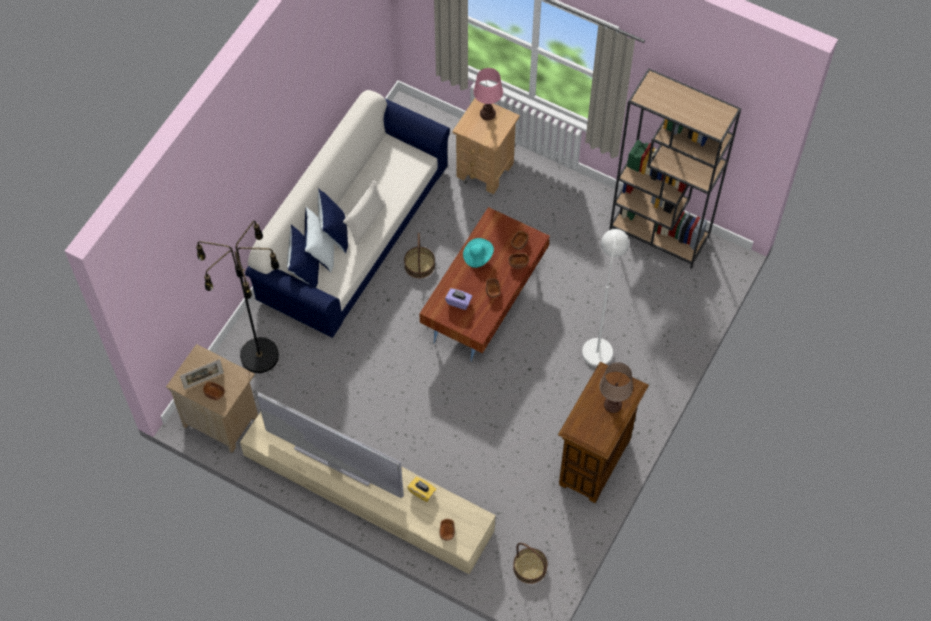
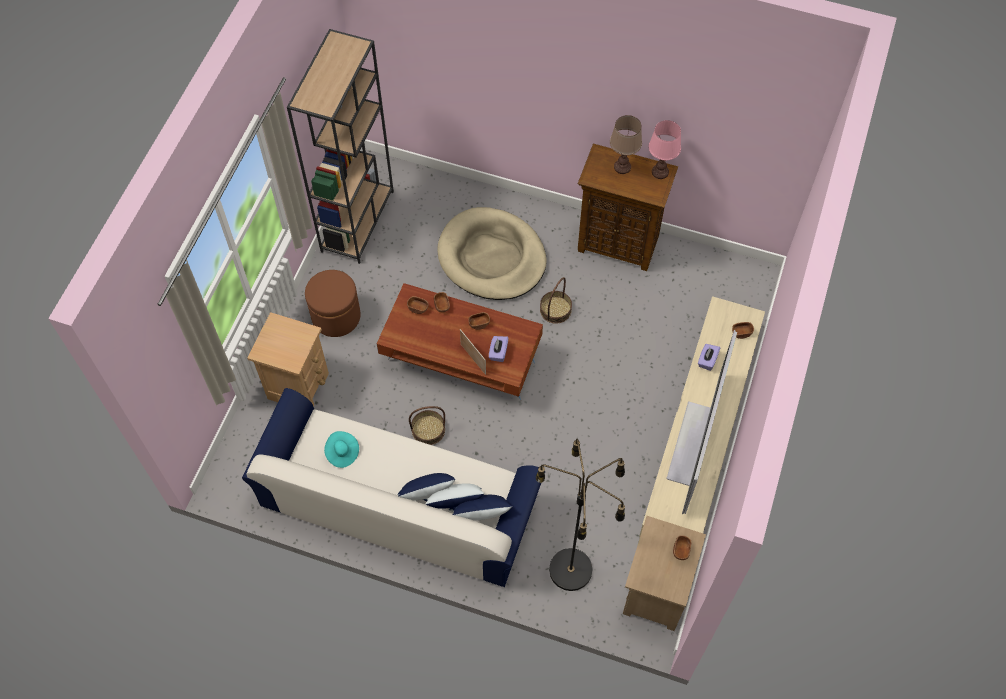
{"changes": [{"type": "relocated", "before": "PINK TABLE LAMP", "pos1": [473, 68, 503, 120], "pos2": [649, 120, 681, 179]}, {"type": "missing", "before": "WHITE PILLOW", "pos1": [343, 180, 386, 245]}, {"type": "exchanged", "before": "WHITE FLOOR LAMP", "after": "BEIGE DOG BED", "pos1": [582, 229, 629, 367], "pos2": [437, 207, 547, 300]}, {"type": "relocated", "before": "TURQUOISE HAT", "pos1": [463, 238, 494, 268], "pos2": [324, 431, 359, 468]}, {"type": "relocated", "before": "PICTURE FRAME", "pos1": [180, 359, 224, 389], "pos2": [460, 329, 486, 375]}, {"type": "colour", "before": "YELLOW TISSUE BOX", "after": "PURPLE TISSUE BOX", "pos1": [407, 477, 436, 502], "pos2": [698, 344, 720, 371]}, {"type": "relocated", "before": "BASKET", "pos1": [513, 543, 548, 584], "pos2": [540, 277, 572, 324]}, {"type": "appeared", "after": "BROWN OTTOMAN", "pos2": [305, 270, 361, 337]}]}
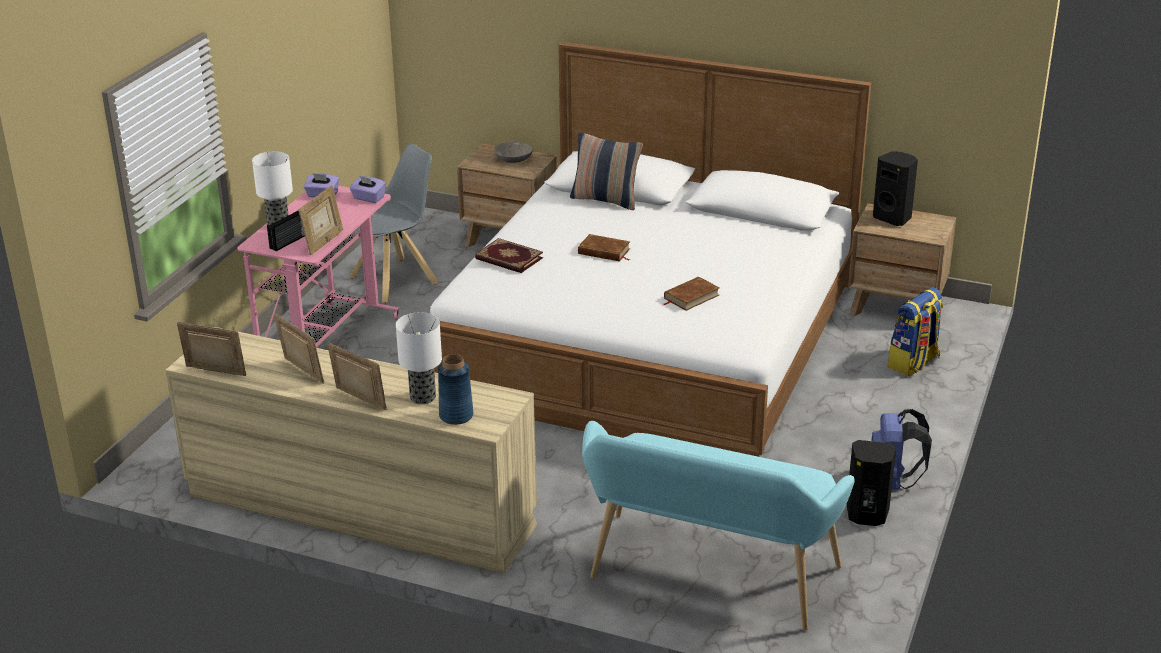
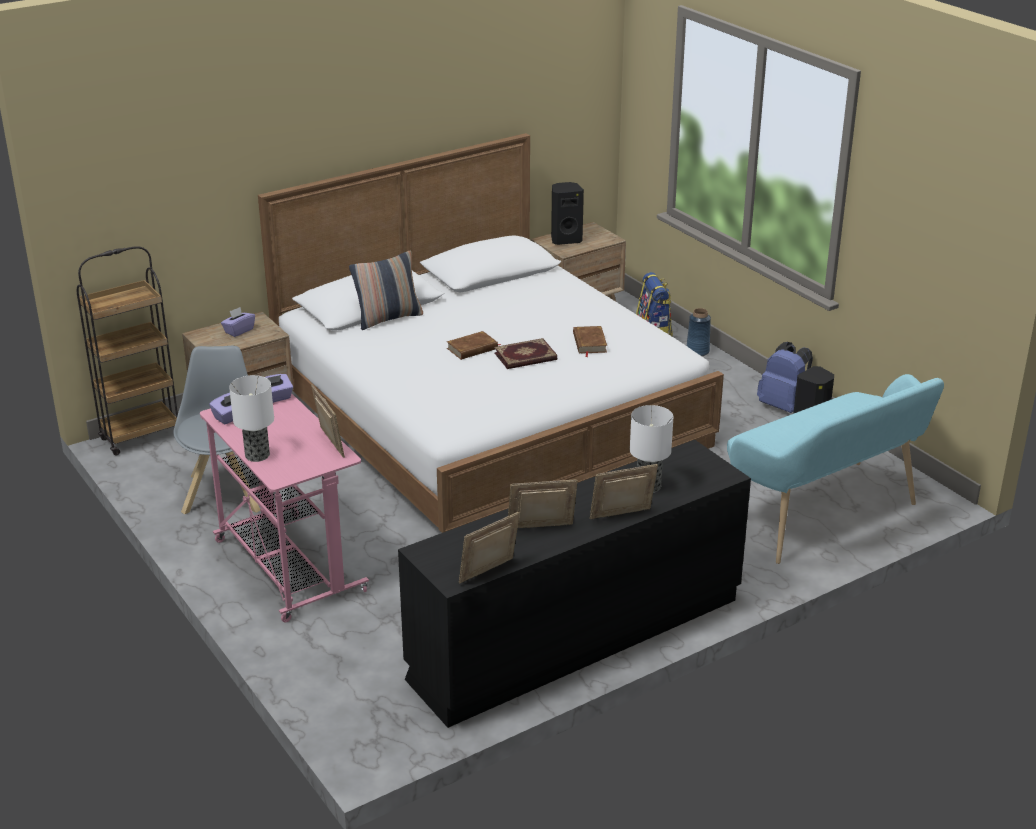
{"changes": [{"type": "exchanged", "before": "GREY BOWL", "after": "PURPLE TISSUE BOX", "pos1": [494, 142, 533, 163], "pos2": [221, 307, 255, 337]}, {"type": "missing", "before": "RADIO", "pos1": [267, 208, 305, 251]}, {"type": "relocated", "before": "BOOK", "pos1": [475, 238, 543, 273], "pos2": [494, 338, 557, 369]}, {"type": "colour", "before": "BEIGE DRESSER", "after": "BLACK DRESSER", "pos1": [165, 327, 537, 574], "pos2": [398, 440, 751, 728]}, {"type": "relocated", "before": "BLUE VASE", "pos1": [438, 354, 473, 425], "pos2": [687, 308, 711, 356]}, {"type": "appeared", "after": "BROWN CART", "pos2": [77, 246, 178, 456]}]}
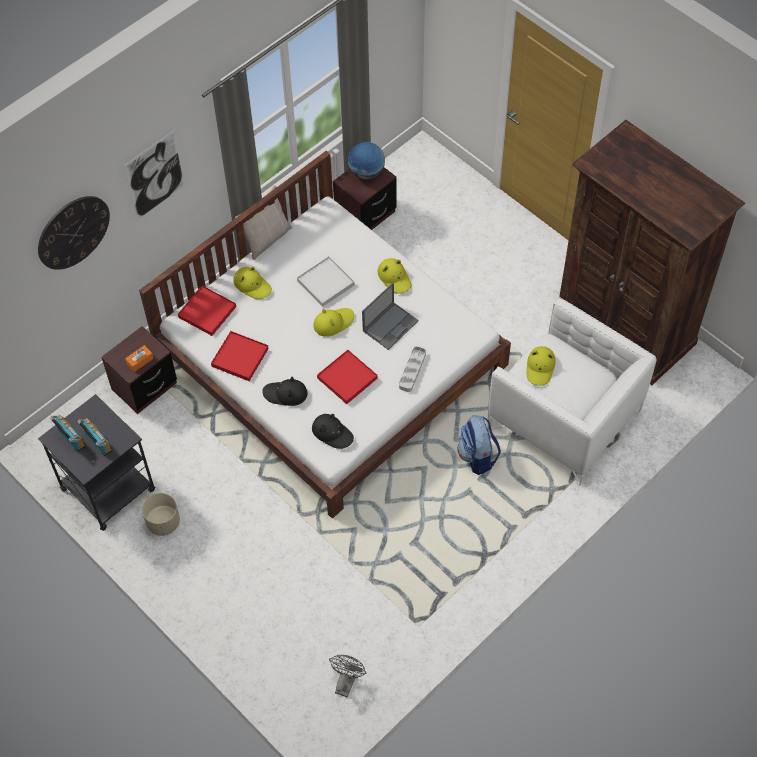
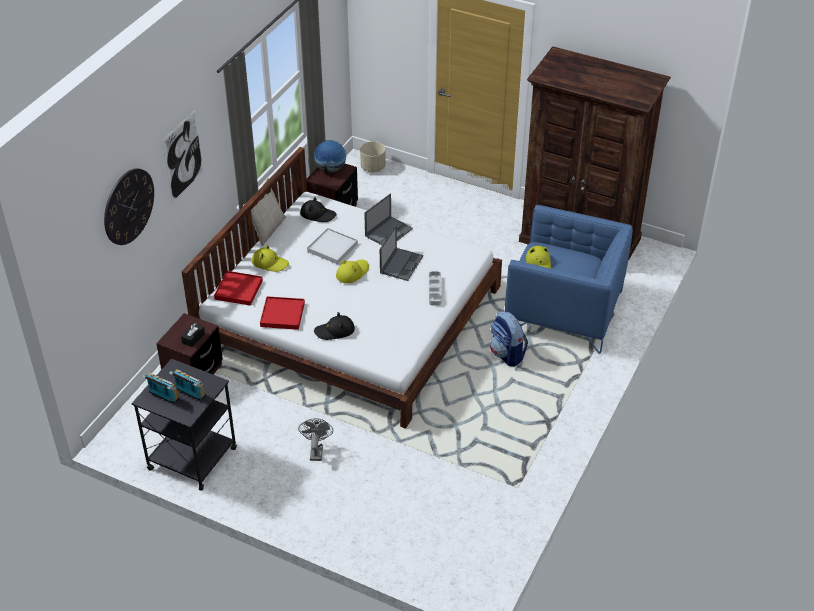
{"changes": [{"type": "exchanged", "before": "YELLOW HAT", "after": "LAPTOP", "pos1": [378, 258, 411, 294], "pos2": [364, 194, 413, 245]}, {"type": "colour", "before": "WHITE ARMCHAIR", "after": "BLUE ARMCHAIR", "pos1": [488, 298, 656, 485], "pos2": [505, 205, 633, 354]}, {"type": "colour", "before": "ORANGE TISSUE BOX", "after": "BLACK TISSUE BOX", "pos1": [125, 345, 154, 372], "pos2": [181, 323, 205, 347]}, {"type": "missing", "before": "RED TRAY", "pos1": [317, 350, 378, 404]}, {"type": "relocated", "before": "BLACK HAT", "pos1": [312, 414, 354, 449], "pos2": [300, 197, 336, 222]}, {"type": "relocated", "before": "BEIGE PLANTER", "pos1": [142, 493, 180, 536], "pos2": [360, 141, 386, 172]}, {"type": "relocated", "before": "GREY FAN", "pos1": [329, 655, 366, 697], "pos2": [299, 418, 333, 461]}]}
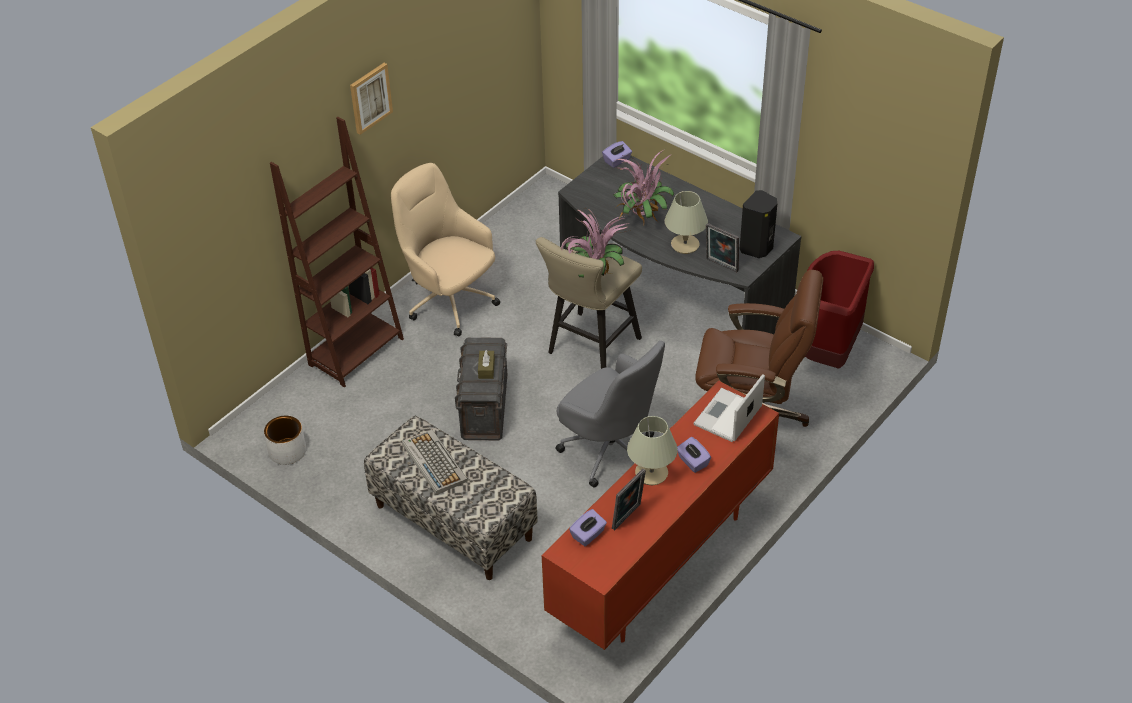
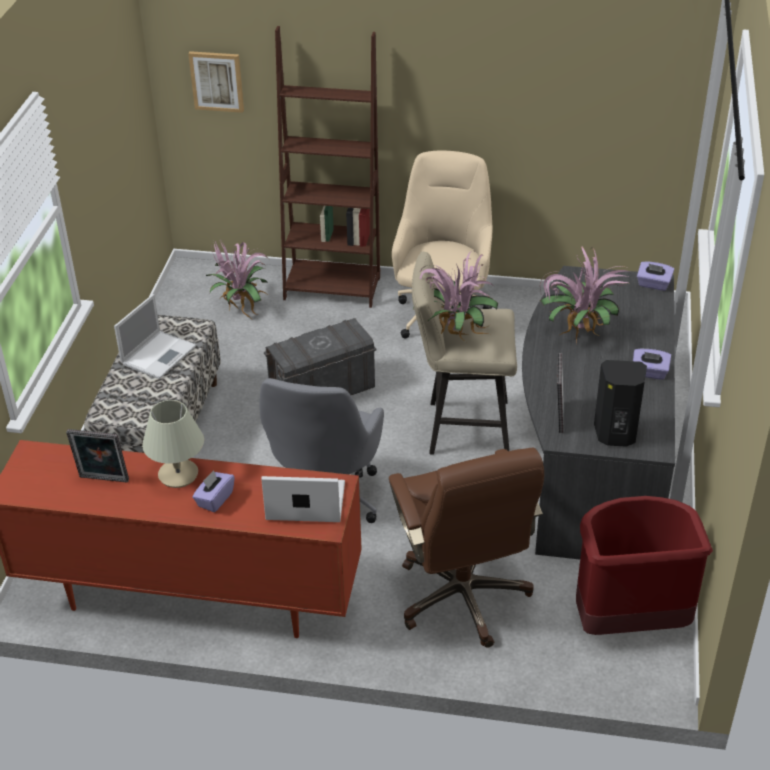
{"changes": [{"type": "relocated", "before": "PICTURE", "pos1": [350, 63, 393, 135], "pos2": [188, 51, 244, 113]}, {"type": "missing", "before": "BEIGE TABLE LAMP", "pos1": [665, 191, 708, 254]}, {"type": "missing", "before": "BROWN TISSUE BOX", "pos1": [478, 350, 495, 379]}, {"type": "missing", "before": "WHITE PLANTER", "pos1": [264, 416, 306, 465]}, {"type": "exchanged", "before": "KEYBOARD", "after": "LAPTOP", "pos1": [402, 430, 468, 495], "pos2": [114, 294, 196, 379]}, {"type": "relocated", "before": "PURPLE TISSUE BOX", "pos1": [569, 509, 607, 546], "pos2": [633, 349, 671, 380]}, {"type": "appeared", "after": "POTTED PLANT", "pos2": [206, 241, 269, 322]}]}
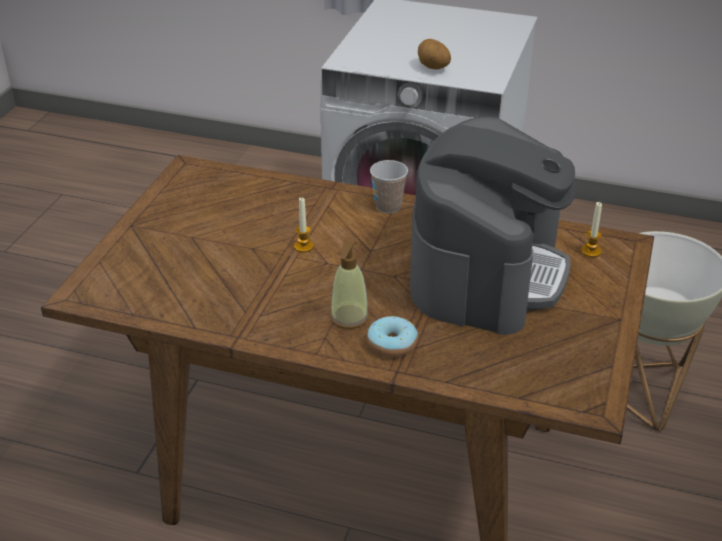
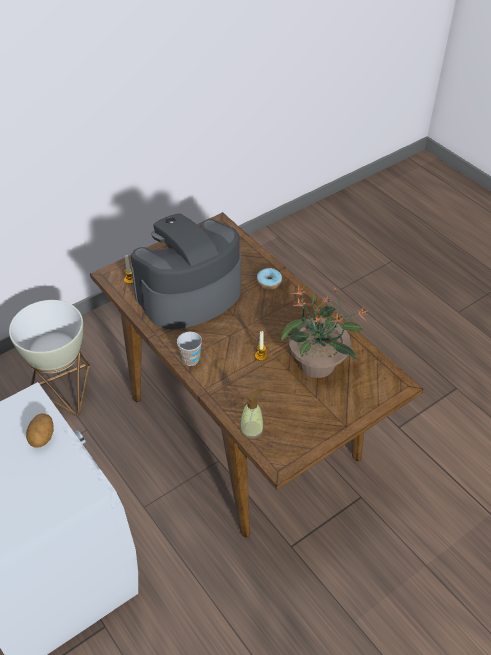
{"changes": [{"type": "relocated", "before": "SOAP DISPENSER", "pos1": [330, 240, 369, 329], "pos2": [240, 389, 264, 439]}, {"type": "appeared", "after": "POTTED PLANT", "pos2": [281, 287, 367, 378]}]}
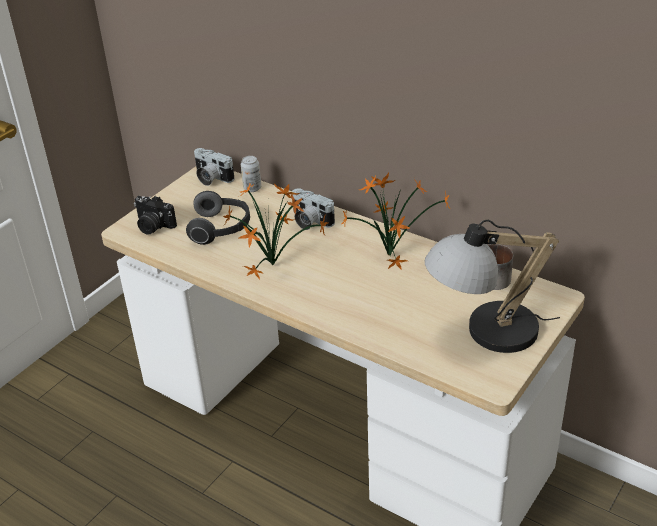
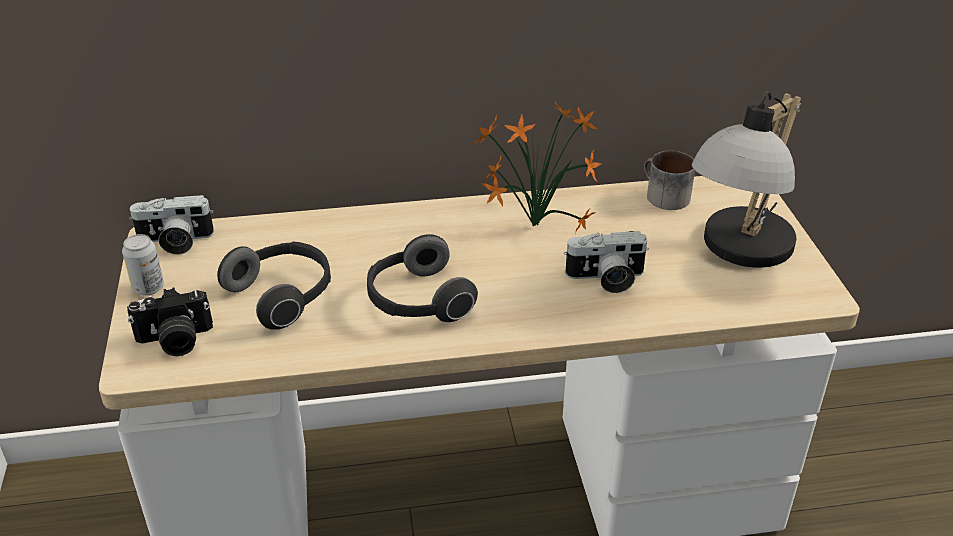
{"changes": [{"type": "relocated", "before": "CAN", "pos1": [241, 156, 261, 192], "pos2": [122, 234, 164, 296]}, {"type": "exchanged", "before": "POTTED PLANT", "after": "HEADPHONES", "pos1": [223, 183, 328, 280], "pos2": [367, 234, 478, 322]}, {"type": "relocated", "before": "PHOTO CAMERA", "pos1": [292, 188, 335, 230], "pos2": [564, 231, 649, 293]}]}
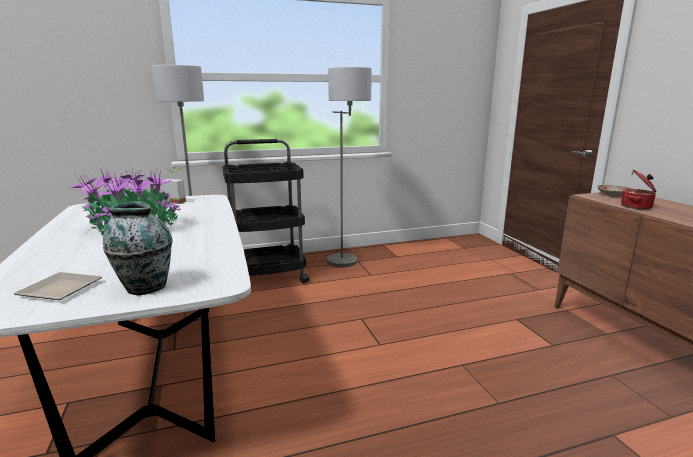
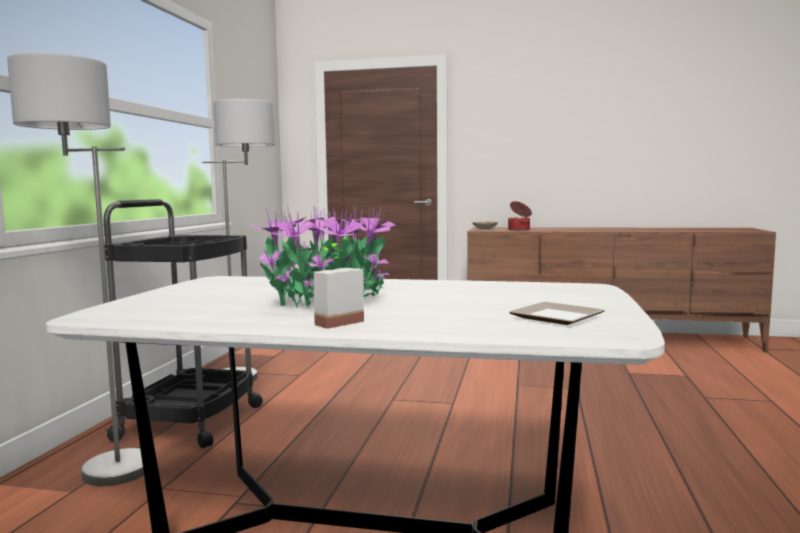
{"changes": [{"type": "relocated", "before": "POTTED PLANT", "pos1": [162, 168, 186, 204], "pos2": [313, 239, 364, 329]}, {"type": "missing", "before": "VASE", "pos1": [103, 201, 172, 295]}]}
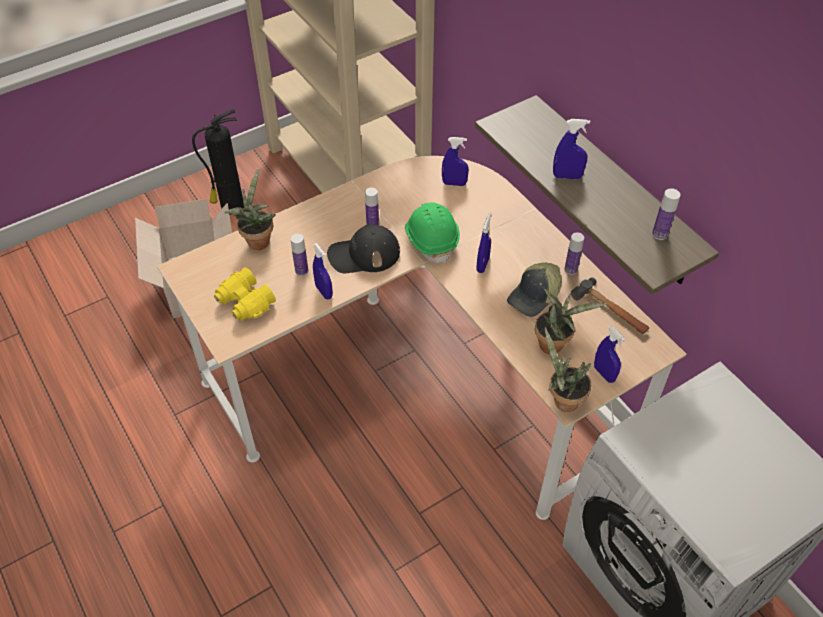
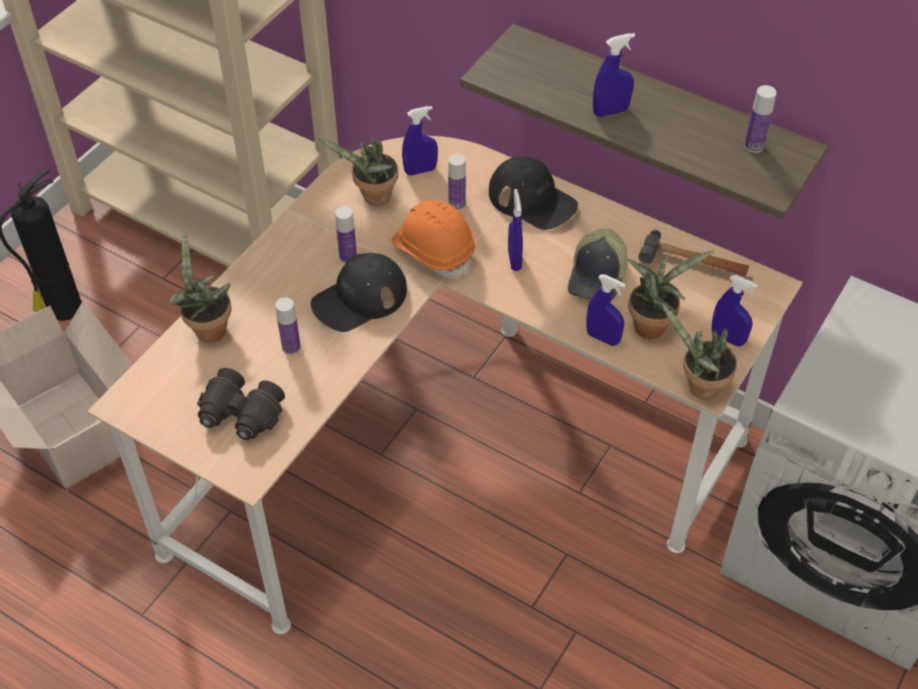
{"changes": [{"type": "colour", "before": "GREEN HARD HAT", "after": "ORANGE HARD HAT", "pos1": [405, 202, 460, 264], "pos2": [391, 200, 476, 278]}, {"type": "relocated", "before": "BOTTLE", "pos1": [564, 232, 584, 275], "pos2": [448, 154, 466, 210]}, {"type": "relocated", "before": "BLUE SPRAY BOTTLE", "pos1": [313, 243, 333, 299], "pos2": [586, 275, 626, 346]}, {"type": "colour", "before": "YELLOW BINOCULARS", "after": "BLACK BINOCULARS", "pos1": [214, 267, 276, 320], "pos2": [197, 368, 285, 440]}, {"type": "appeared", "after": "POTTED PLANT", "pos2": [317, 137, 398, 206]}, {"type": "appeared", "after": "BLACK CAP", "pos2": [489, 156, 578, 230]}]}
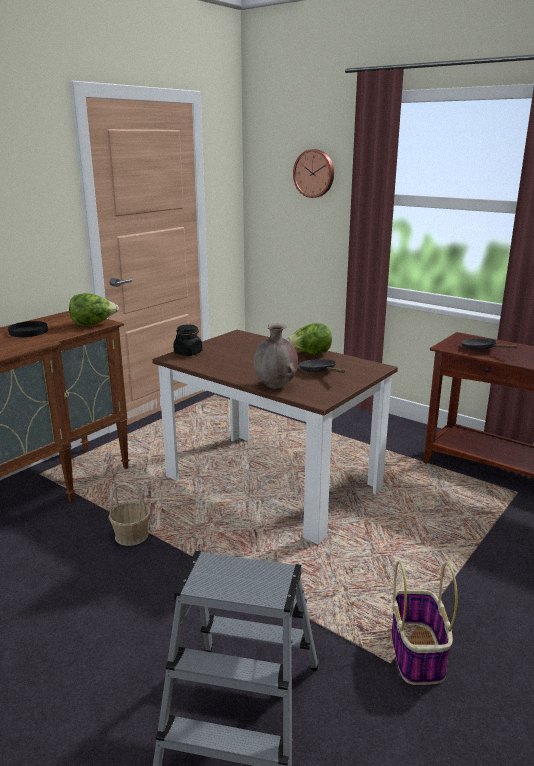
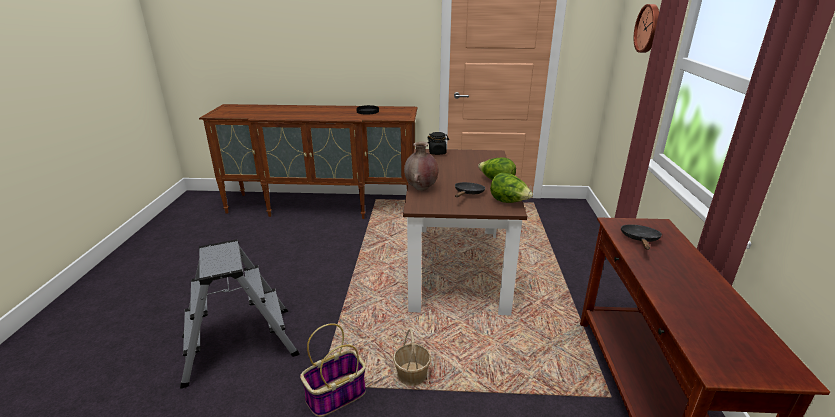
{"changes": [{"type": "relocated", "before": "LETTUCE", "pos1": [69, 293, 119, 326], "pos2": [490, 173, 533, 203]}, {"type": "relocated", "before": "BASKET", "pos1": [108, 483, 151, 546], "pos2": [393, 328, 431, 386]}]}
